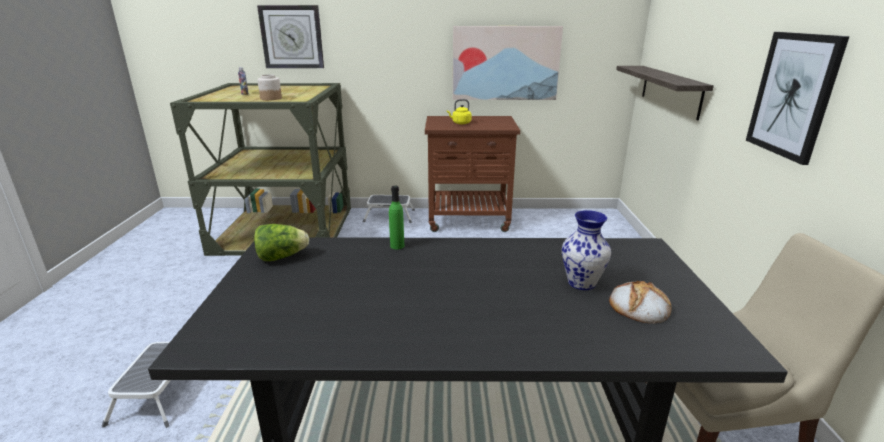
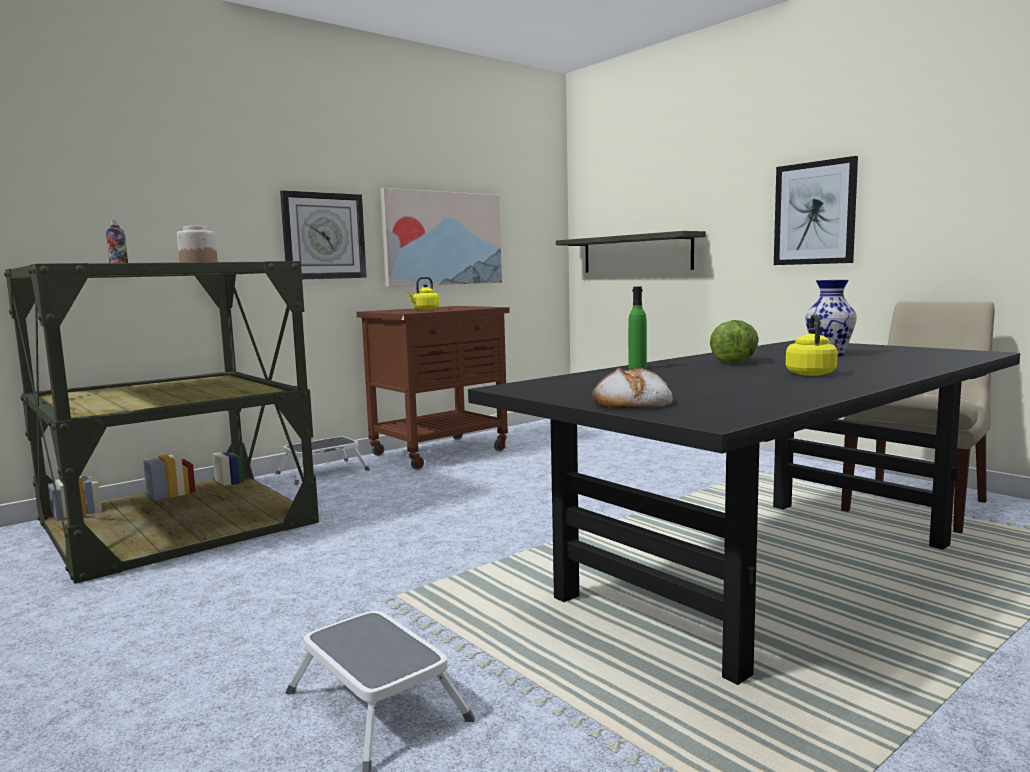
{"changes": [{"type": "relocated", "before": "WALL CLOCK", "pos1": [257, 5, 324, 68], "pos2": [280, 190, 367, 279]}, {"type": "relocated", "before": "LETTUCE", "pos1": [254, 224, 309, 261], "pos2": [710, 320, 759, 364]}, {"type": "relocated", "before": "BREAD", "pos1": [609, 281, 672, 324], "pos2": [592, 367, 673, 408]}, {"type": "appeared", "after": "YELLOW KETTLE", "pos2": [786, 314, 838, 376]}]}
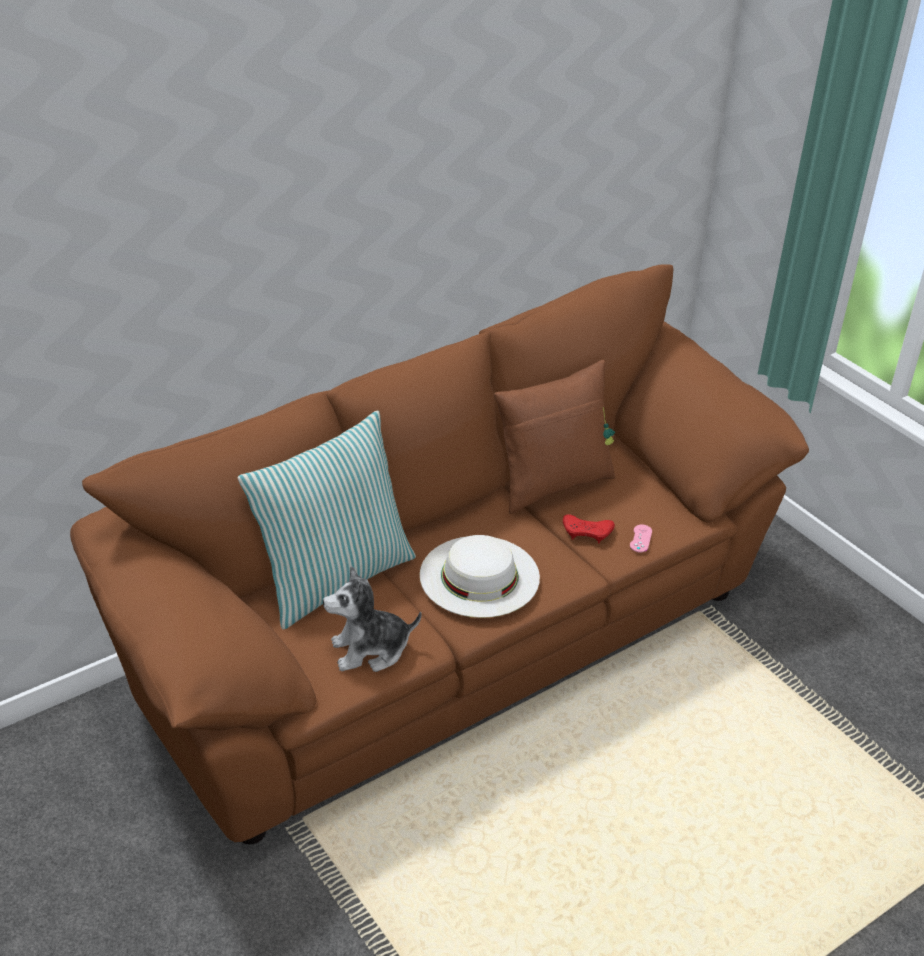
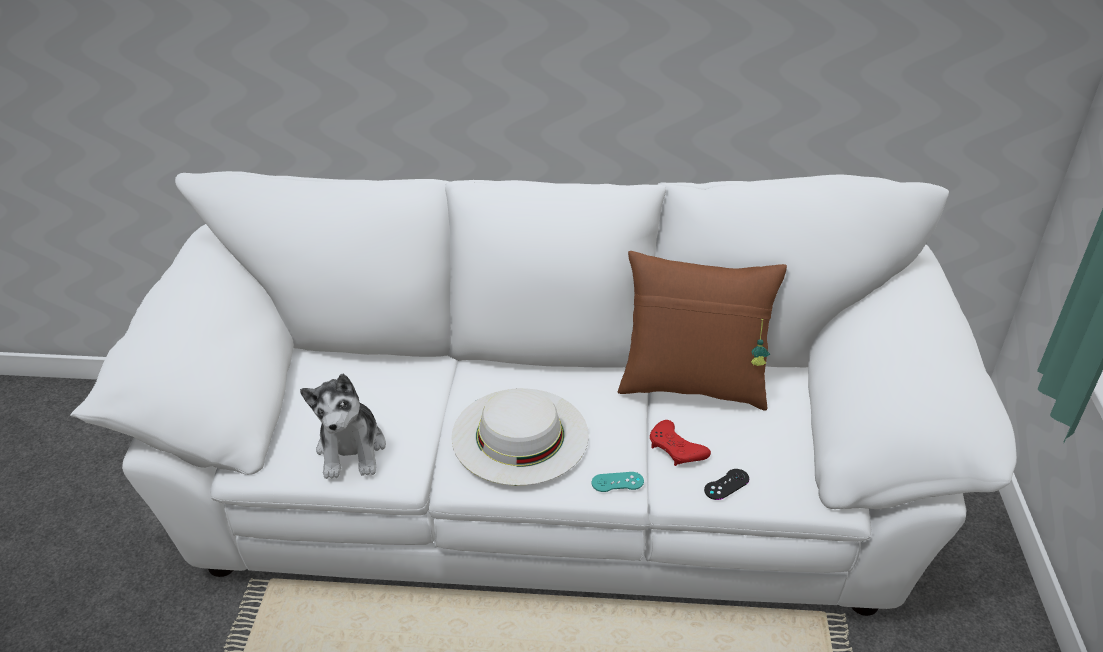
{"changes": [{"type": "colour", "before": "BROWN SOFA", "after": "WHITE SOFA", "pos1": [70, 264, 809, 844], "pos2": [70, 171, 1017, 616]}, {"type": "missing", "before": "PILLOW", "pos1": [238, 410, 416, 630]}, {"type": "colour", "before": "PINK GAME CONTROLLER", "after": "BLACK GAME CONTROLLER", "pos1": [630, 525, 652, 552], "pos2": [704, 469, 749, 500]}, {"type": "spun", "before": "PLUSH TOY", "pos1": [323, 566, 422, 672], "pos2": [300, 374, 386, 479], "turn": -120}, {"type": "appeared", "after": "TURQUOISE GAME CONTROLLER", "pos2": [592, 472, 644, 492]}]}
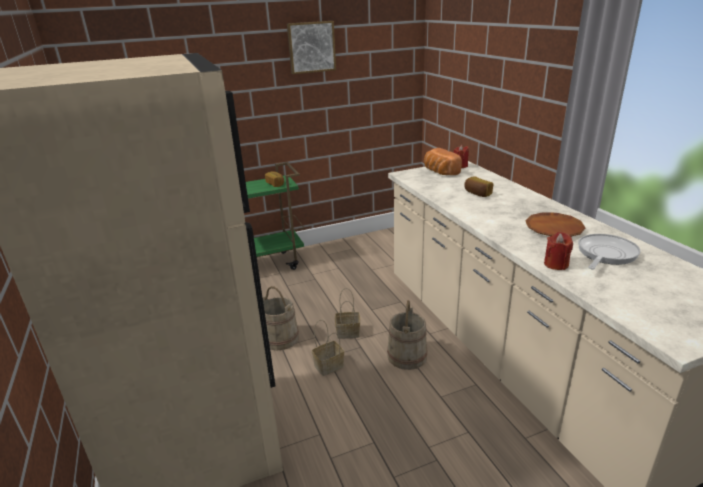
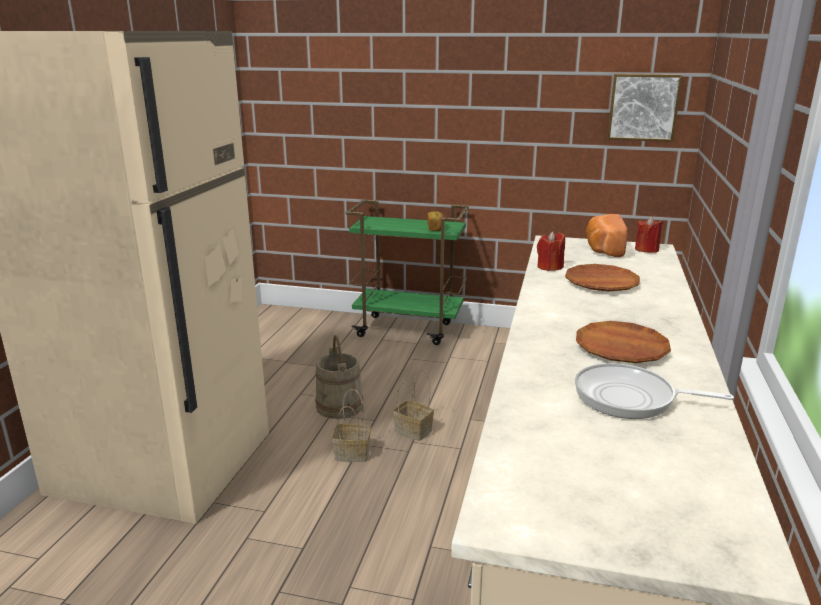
{"changes": [{"type": "relocated", "before": "PICTURE", "pos1": [287, 21, 336, 74], "pos2": [607, 74, 683, 142]}, {"type": "exchanged", "before": "BREAD", "after": "BROWN PLATE", "pos1": [464, 177, 493, 197], "pos2": [565, 264, 640, 292]}, {"type": "relocated", "before": "RED CANDLE", "pos1": [544, 232, 573, 270], "pos2": [537, 231, 565, 271]}, {"type": "spun", "before": "FRYING PAN", "pos1": [578, 234, 641, 269], "pos2": [575, 363, 734, 419], "turn": -150}, {"type": "missing", "before": "BEIGE BUCKET", "pos1": [387, 300, 427, 370]}]}
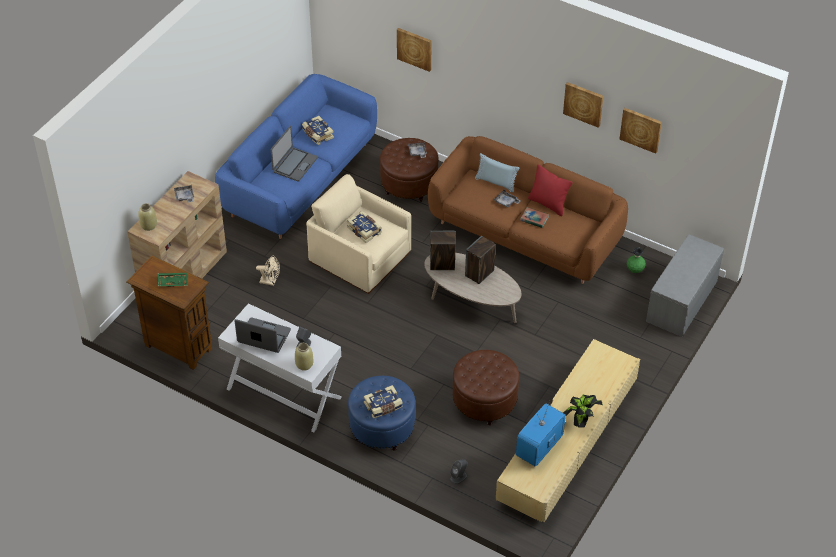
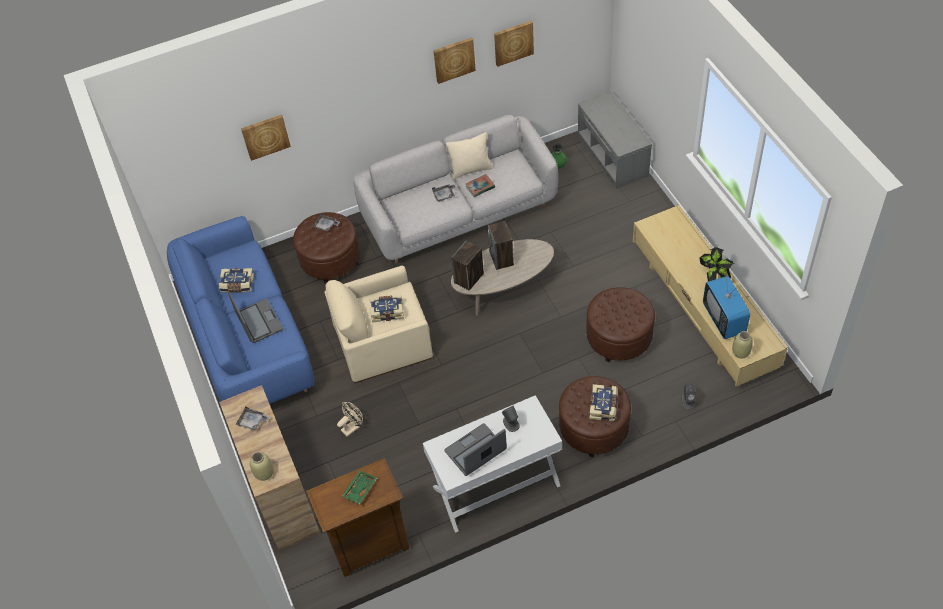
{"changes": [{"type": "colour", "before": "BROWN SOFA", "after": "GREY SOFA", "pos1": [428, 136, 628, 284], "pos2": [354, 115, 558, 263]}, {"type": "missing", "before": "BLUE PILLOW", "pos1": [475, 153, 519, 192]}, {"type": "colour", "before": "RED PILLOW", "after": "BEIGE PILLOW", "pos1": [528, 164, 572, 216], "pos2": [446, 132, 492, 179]}, {"type": "relocated", "before": "BEIGE VASE", "pos1": [295, 343, 313, 371], "pos2": [732, 331, 753, 359]}, {"type": "colour", "before": "BLUE OTTOMAN", "after": "BROWN OTTOMAN", "pos1": [348, 376, 416, 450], "pos2": [559, 376, 631, 457]}]}
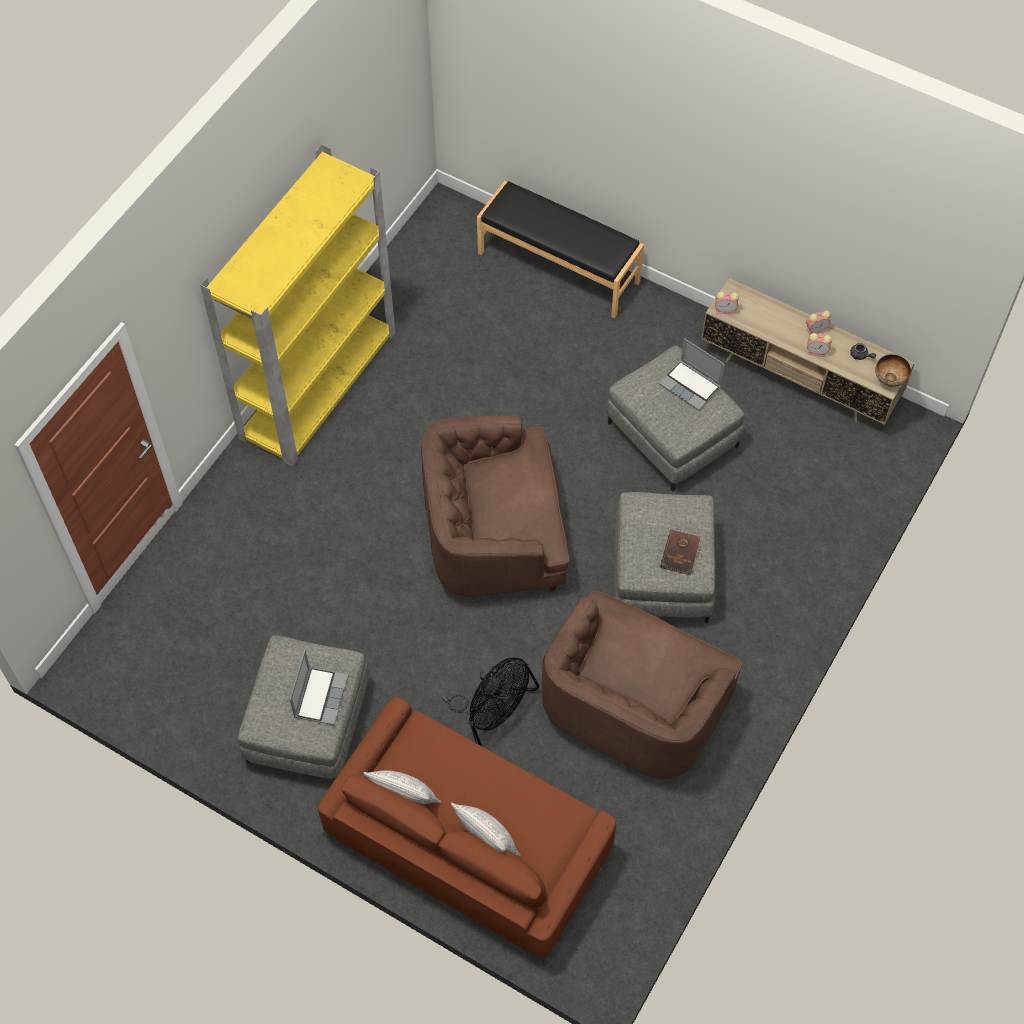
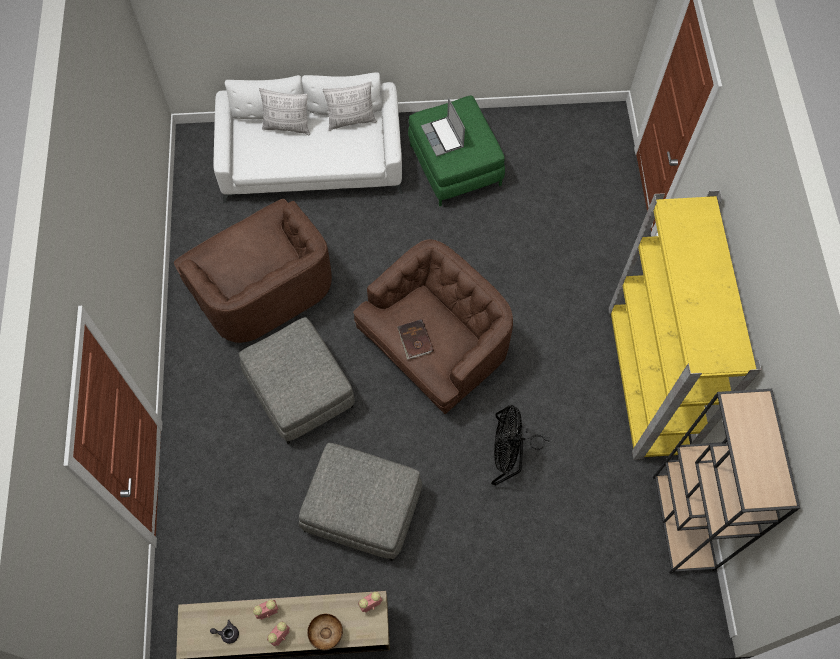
{"changes": [{"type": "missing", "before": "BLACK BENCH", "pos1": [477, 181, 644, 318]}, {"type": "missing", "before": "LAPTOP", "pos1": [659, 338, 725, 411]}, {"type": "relocated", "before": "BOWL", "pos1": [875, 354, 911, 387], "pos2": [307, 614, 343, 650]}, {"type": "relocated", "before": "BROWN BOOK", "pos1": [660, 529, 703, 575], "pos2": [397, 319, 434, 359]}, {"type": "spun", "before": "BROWN ARMCHAIR", "pos1": [542, 590, 742, 779], "pos2": [174, 199, 332, 343], "turn": 150}, {"type": "colour", "before": "GREY OTTOMAN", "after": "GREEN OTTOMAN", "pos1": [238, 636, 370, 779], "pos2": [408, 95, 505, 207]}, {"type": "relocated", "before": "BLACK FAN", "pos1": [442, 658, 539, 746], "pos2": [491, 405, 551, 486]}, {"type": "colour", "before": "BROWN SOFA", "after": "WHITE SOFA", "pos1": [318, 697, 616, 966], "pos2": [213, 72, 402, 203]}, {"type": "appeared", "after": "BOOKCASE", "pos2": [653, 389, 800, 574]}]}
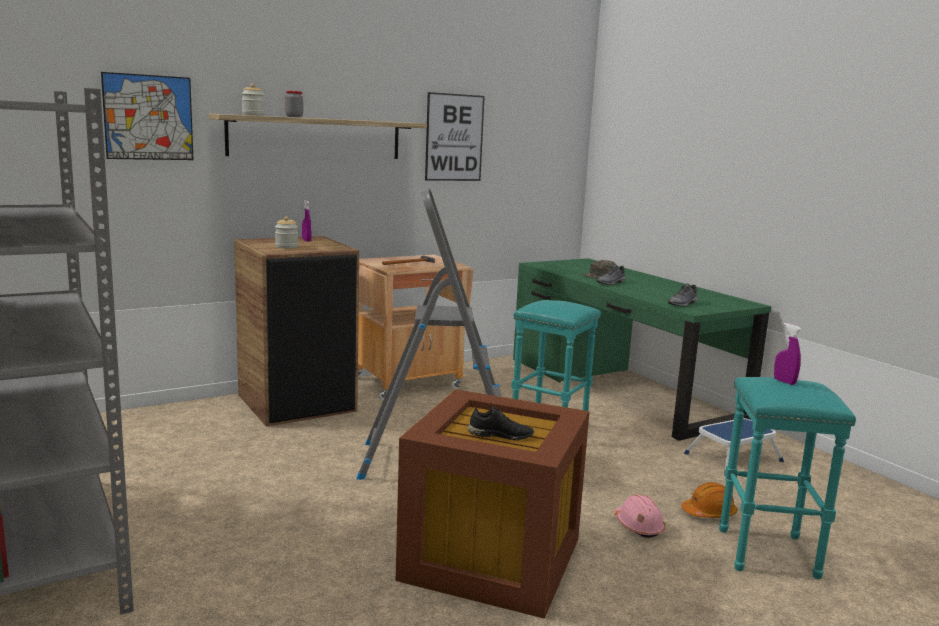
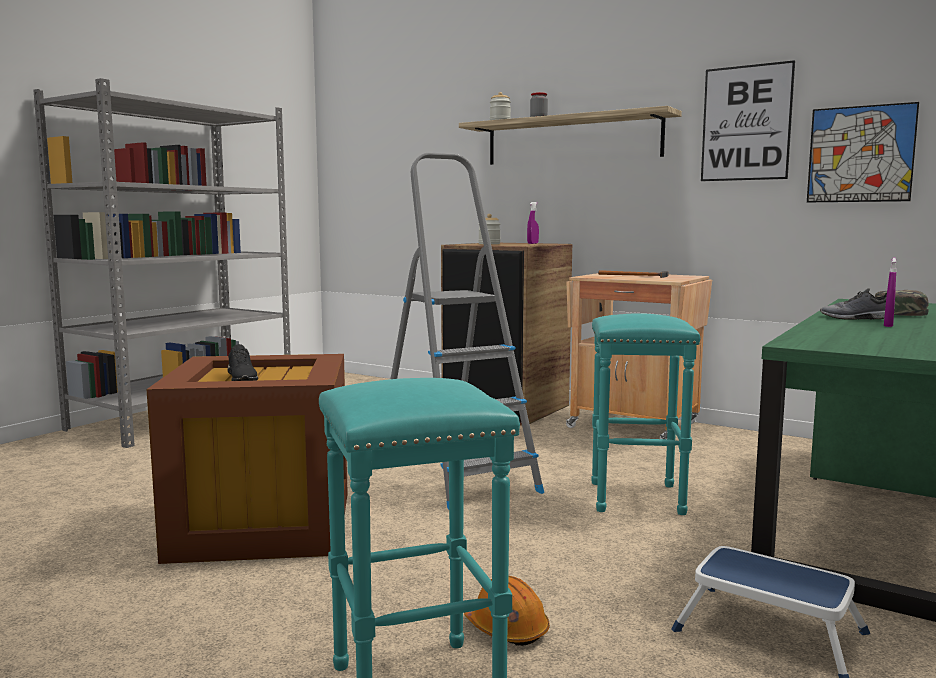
{"changes": [{"type": "relocated", "before": "PICTURE", "pos1": [101, 72, 194, 160], "pos2": [807, 102, 919, 202]}, {"type": "missing", "before": "GREY SHOE", "pos1": [667, 284, 698, 307]}, {"type": "relocated", "before": "PURPLE SPRAY BOTTLE", "pos1": [774, 323, 801, 385], "pos2": [884, 258, 897, 327]}, {"type": "missing", "before": "PINK HARD HAT", "pos1": [614, 494, 665, 538]}]}
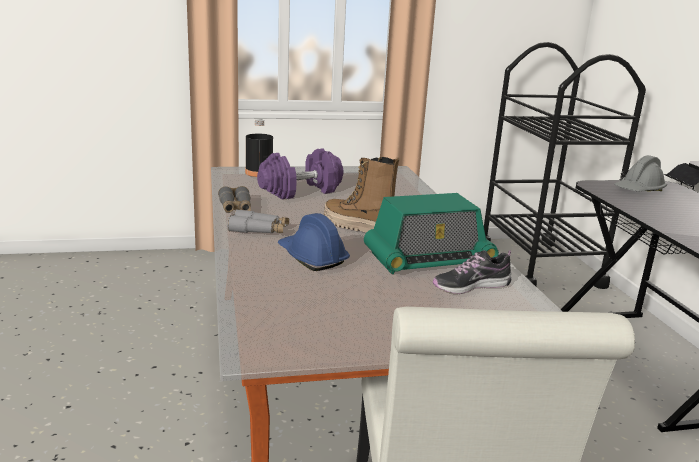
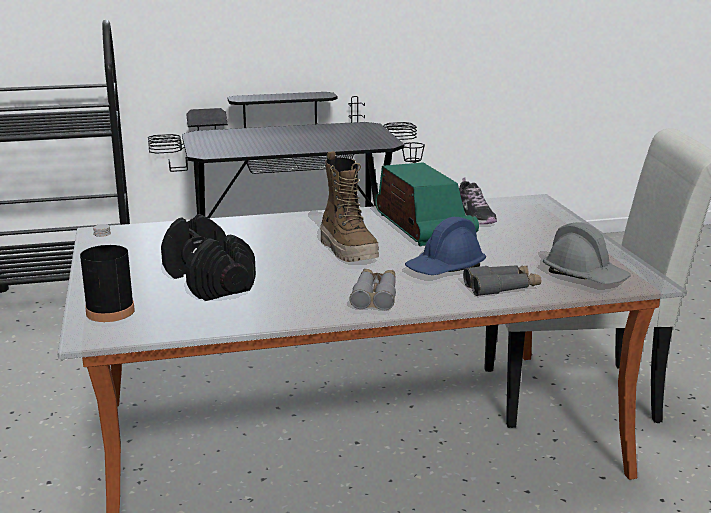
{"changes": [{"type": "colour", "before": "PURPLE DUMBBELL", "after": "BLACK DUMBBELL", "pos1": [257, 148, 343, 199], "pos2": [161, 214, 256, 301]}, {"type": "relocated", "before": "GREY HARD HAT", "pos1": [614, 155, 667, 192], "pos2": [543, 222, 631, 284]}, {"type": "spun", "before": "BOOT", "pos1": [324, 157, 399, 233], "pos2": [320, 151, 379, 262], "turn": -60}, {"type": "relocated", "before": "GREY BINOCULARS", "pos1": [218, 186, 251, 213], "pos2": [463, 265, 541, 296]}]}
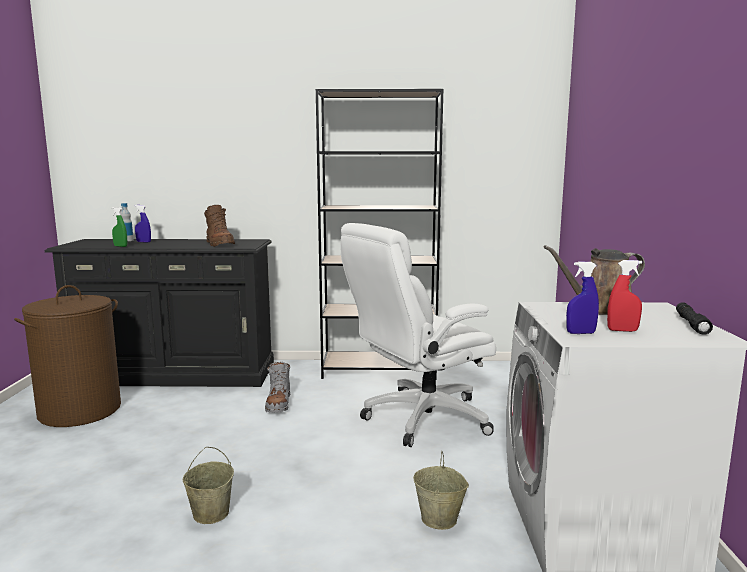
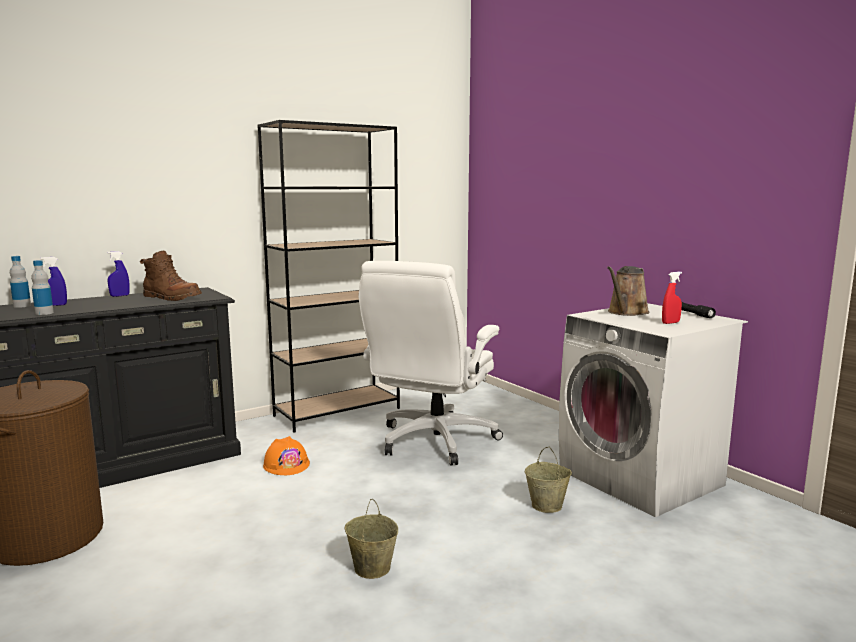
{"changes": [{"type": "exchanged", "before": "GREEN SPRAY BOTTLE", "after": "BOTTLE", "pos1": [112, 207, 128, 247], "pos2": [31, 260, 54, 315]}, {"type": "relocated", "before": "BLUE SPRAY BOTTLE", "pos1": [566, 262, 599, 334], "pos2": [107, 251, 130, 297]}, {"type": "exchanged", "before": "GREY BOOT", "after": "ORANGE HARD HAT", "pos1": [265, 362, 290, 413], "pos2": [263, 436, 310, 475]}]}
